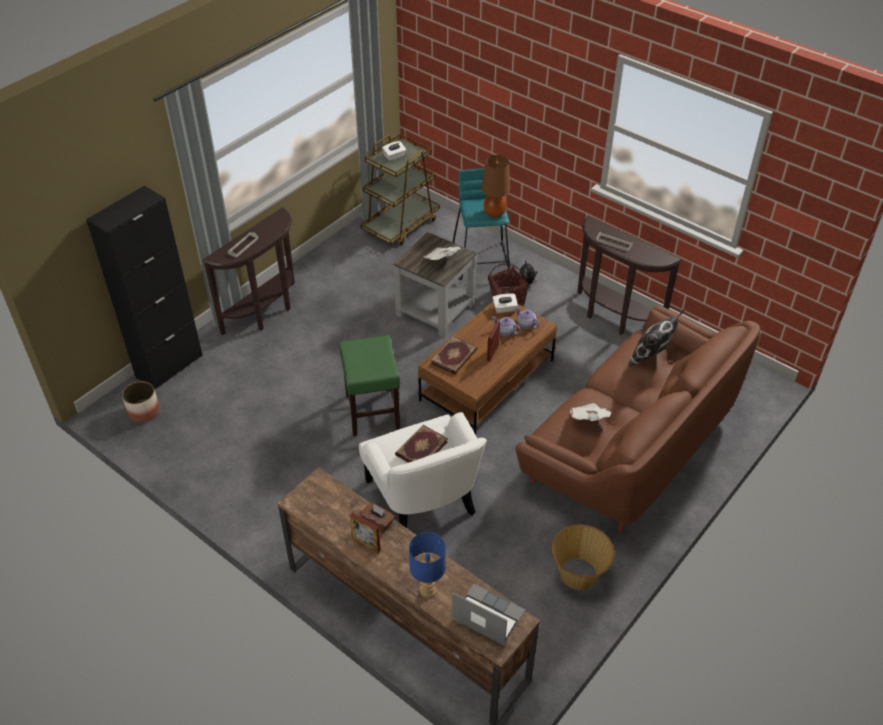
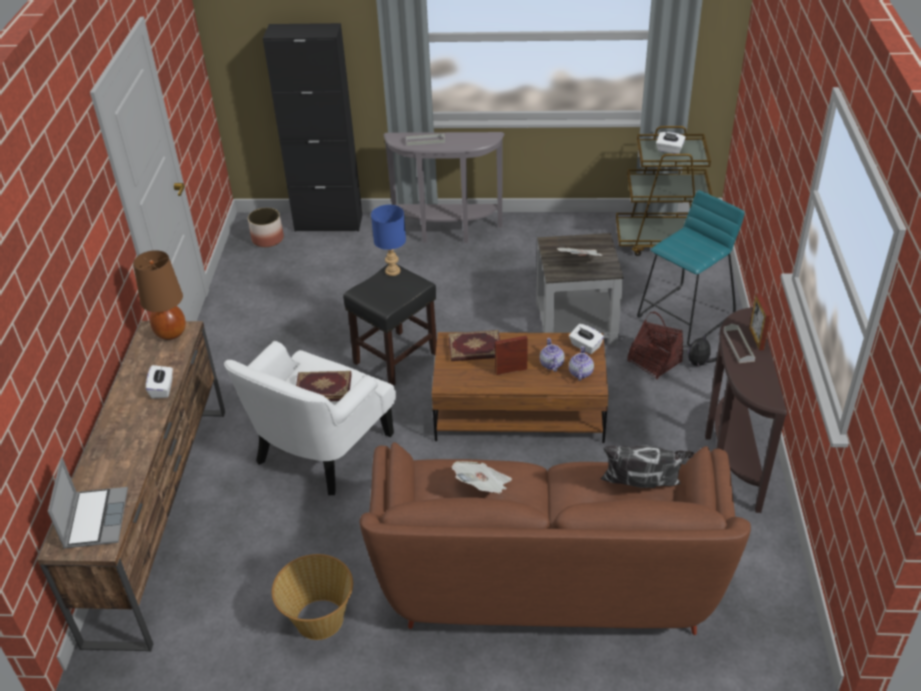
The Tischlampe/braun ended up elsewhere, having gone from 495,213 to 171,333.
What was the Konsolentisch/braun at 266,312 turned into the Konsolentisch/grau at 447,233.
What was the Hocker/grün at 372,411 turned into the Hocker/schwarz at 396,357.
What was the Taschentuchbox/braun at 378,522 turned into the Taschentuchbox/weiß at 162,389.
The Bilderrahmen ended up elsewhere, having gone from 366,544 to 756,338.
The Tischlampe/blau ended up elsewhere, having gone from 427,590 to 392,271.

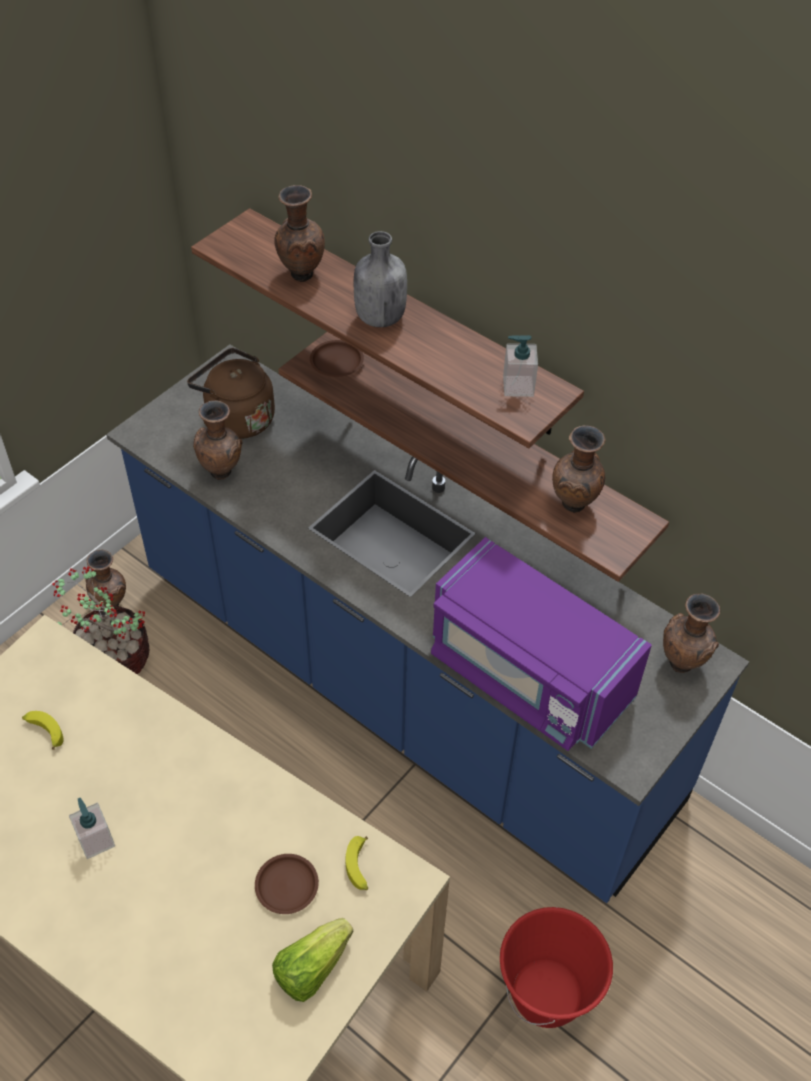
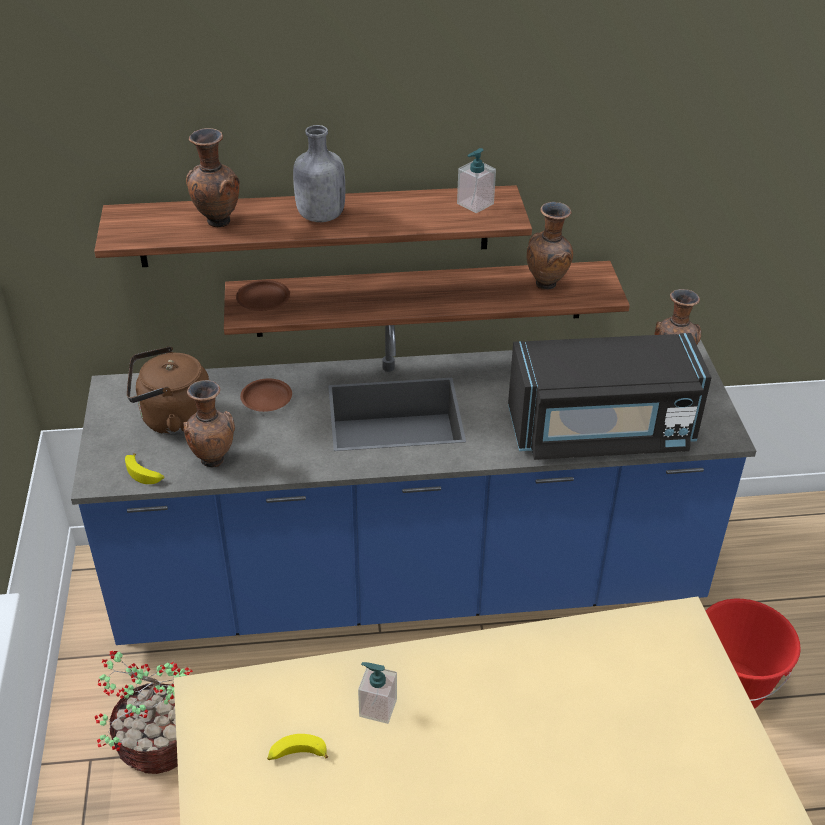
What was the Mikrowelle/lila at 527,674 turned into the Mikrowelle/schwarz at 600,432.
The second view lost the Vase/braun at 112,604.
The Seifenspender ended up elsewhere, having gone from 96,840 to 377,707.
The Banane ended up elsewhere, having gone from 359,867 to 145,474.
The Teller/braun ended up elsewhere, having gone from 287,886 to 267,398.
The second view lost the Salatkopf at 311,967.

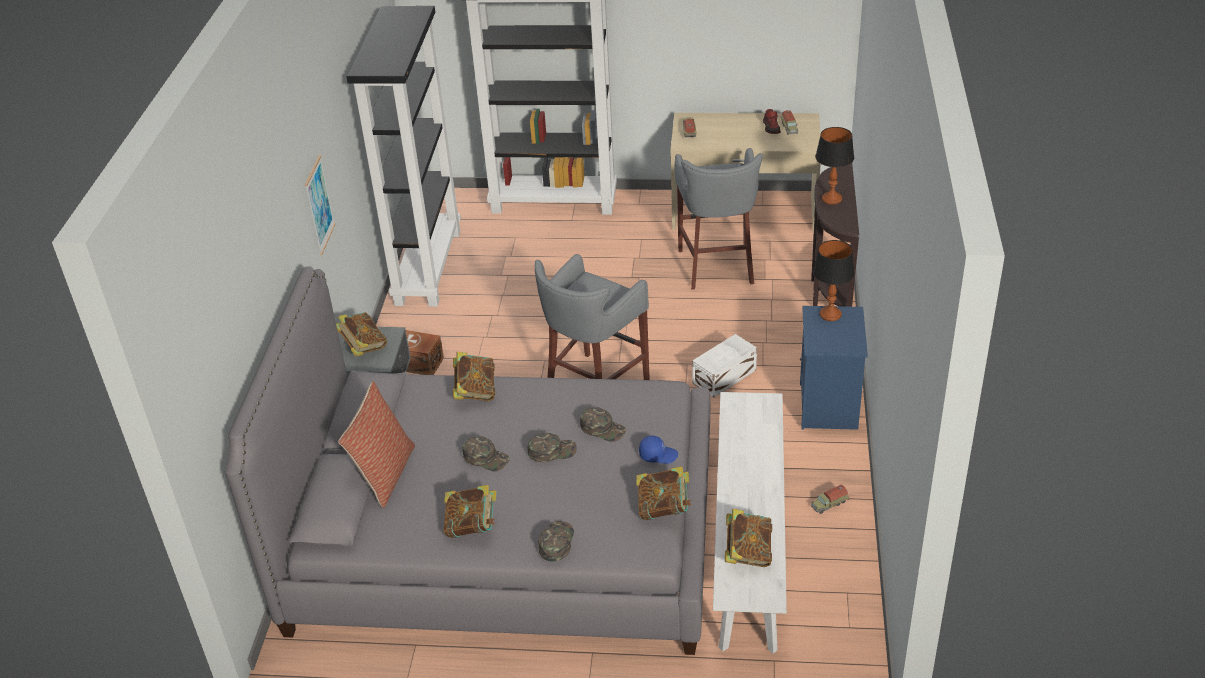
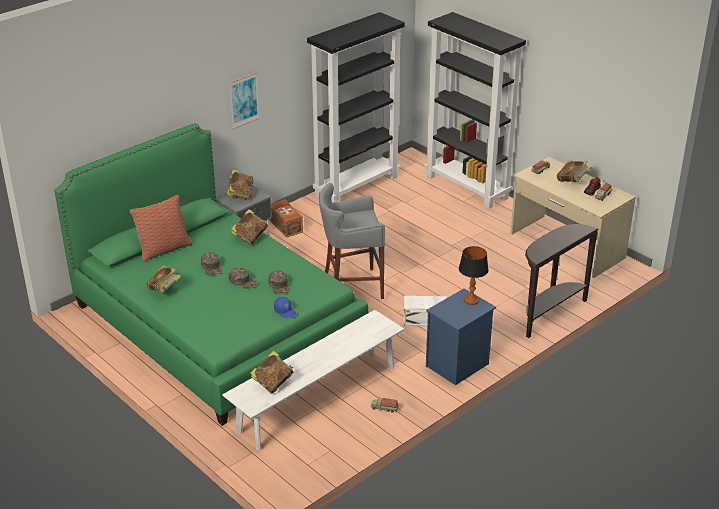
The second view lost the Tischlampe at 832,199.
The second view lost the Hocker/grau at 717,267.
What was the Bett/grau at 505,536 turned into the Bett/grün at 217,324.
The Buch ended up elsewhere, having gone from 664,508 to 572,181.
The second view lost the Kappe/grün at 556,542.

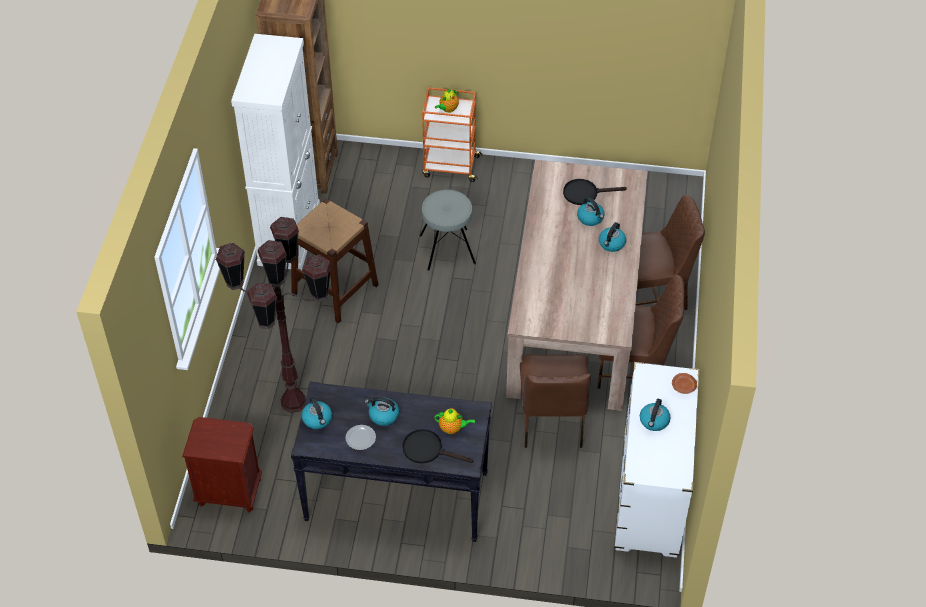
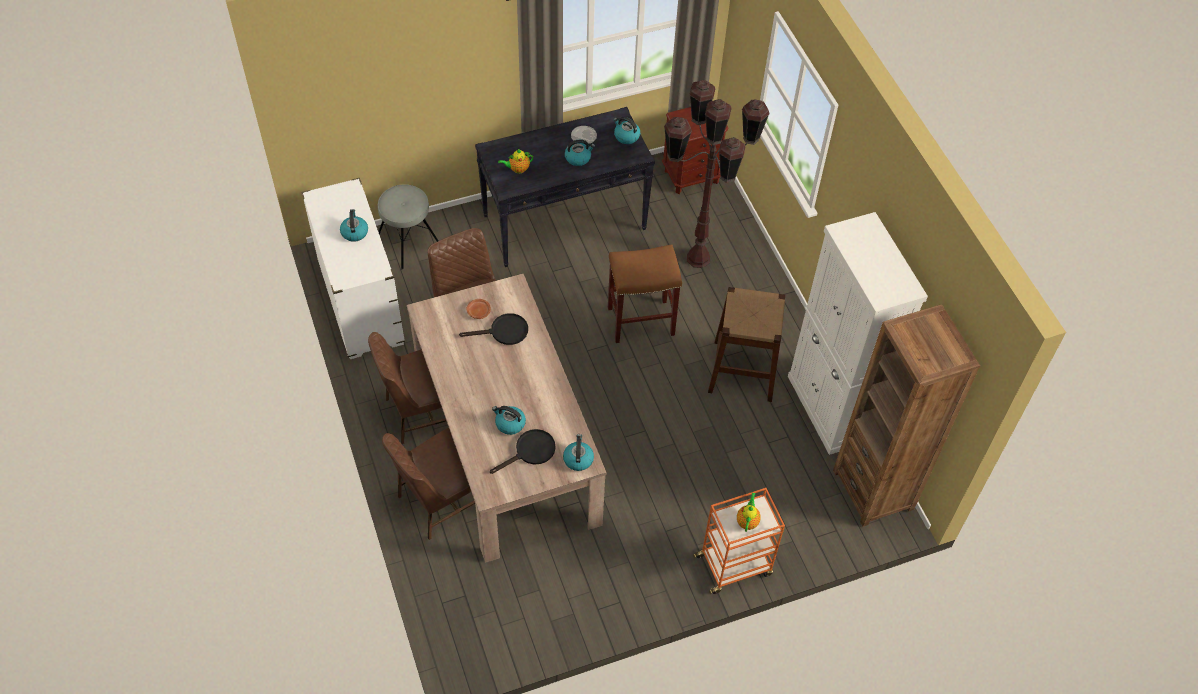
The Hocker/grau ended up elsewhere, having gone from 447,249 to 408,243.
The Wasserkessel ended up elsewhere, having gone from 611,244 to 578,459.
The Teller/braun ended up elsewhere, having gone from 683,386 to 478,311.
The Pfanne/schwarz ended up elsewhere, having gone from 428,449 to 503,332.
The second view gained the Hocker/braun at 641,320.

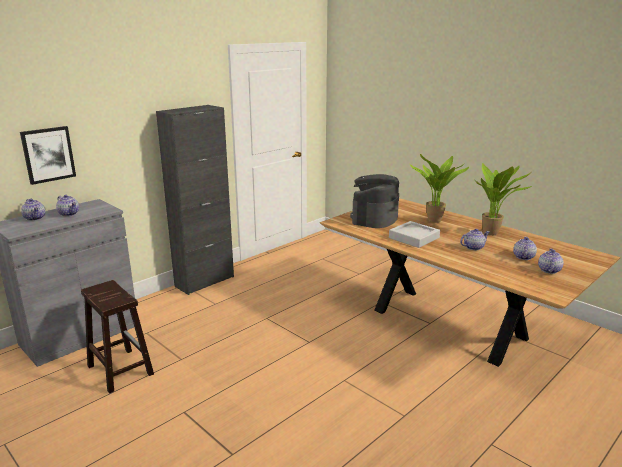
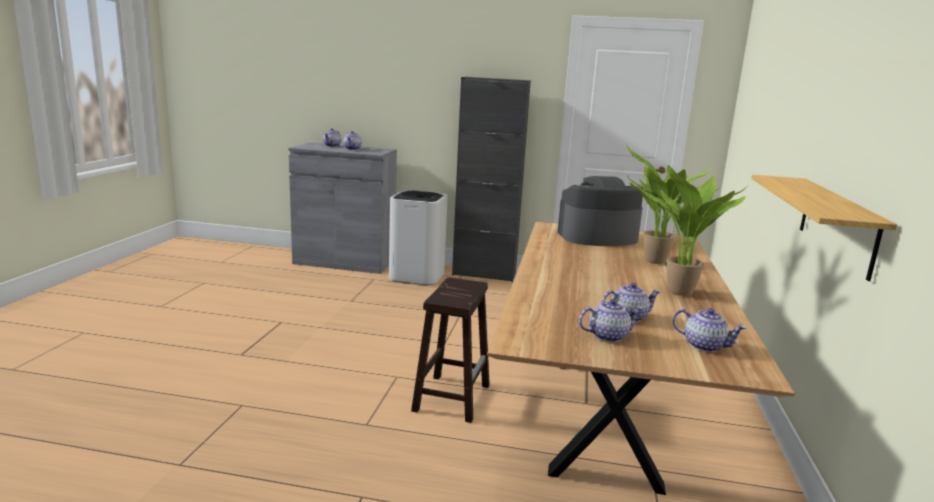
The second view lost the Bild at 48,154.
The second view lost the Tablett/grau at 414,238.
The Teekanne ended up elsewhere, having gone from 473,247 to 705,346.
The Hocker/braun ended up elsewhere, having gone from 119,370 to 452,397.
The second view gained the Wandregal at 837,225.
The second view gained the Mülleimer/weiß at 417,275.

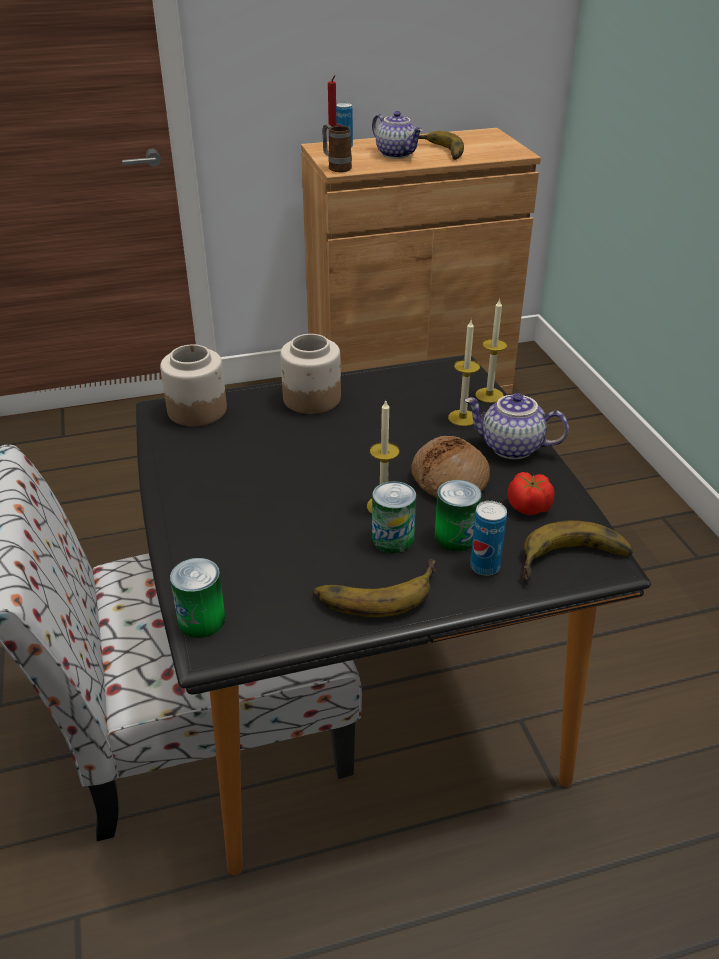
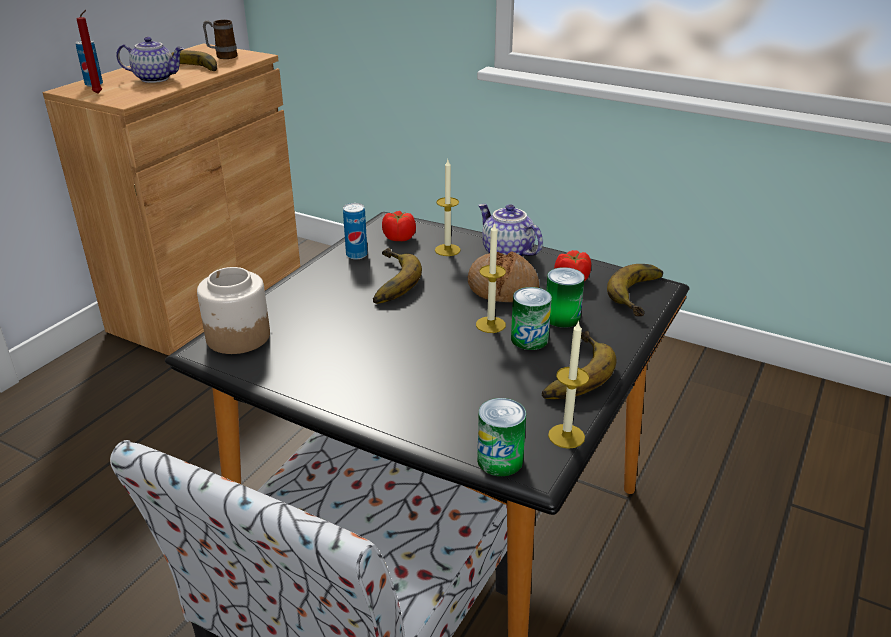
The Henkelbecher ended up elsewhere, having gone from 336,167 to 222,56.
The Kerze ended up elsewhere, having gone from 489,395 to 566,436.
The second view lost the Vorratsglas at 311,399.
The Teekanne at 510,448 ended up facing another way, 75 degrees clockwise from before.
The Dose ended up elsewhere, having gone from 484,567 to 356,255.
The second view gained the Tomate at 399,238.
The second view gained the Banane at 386,282.

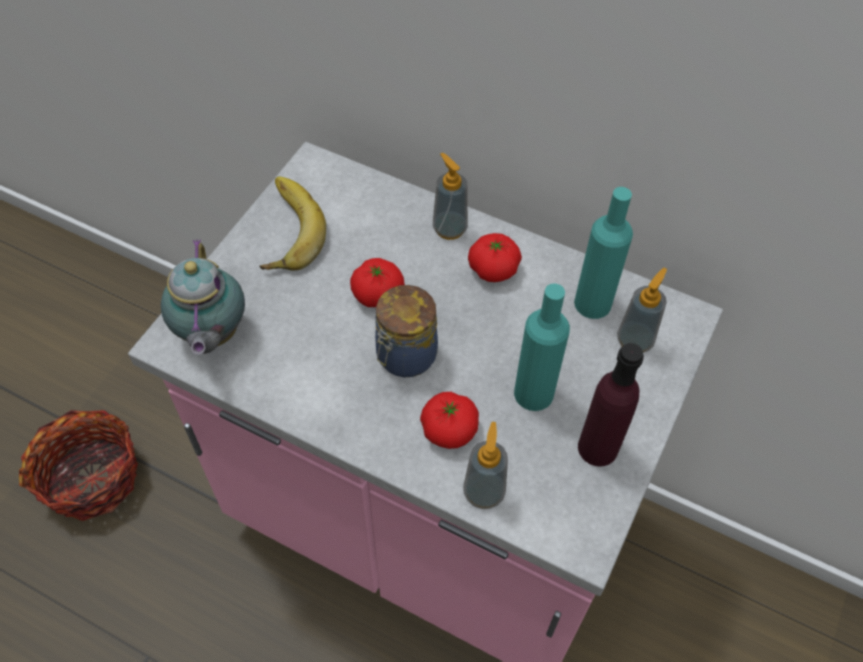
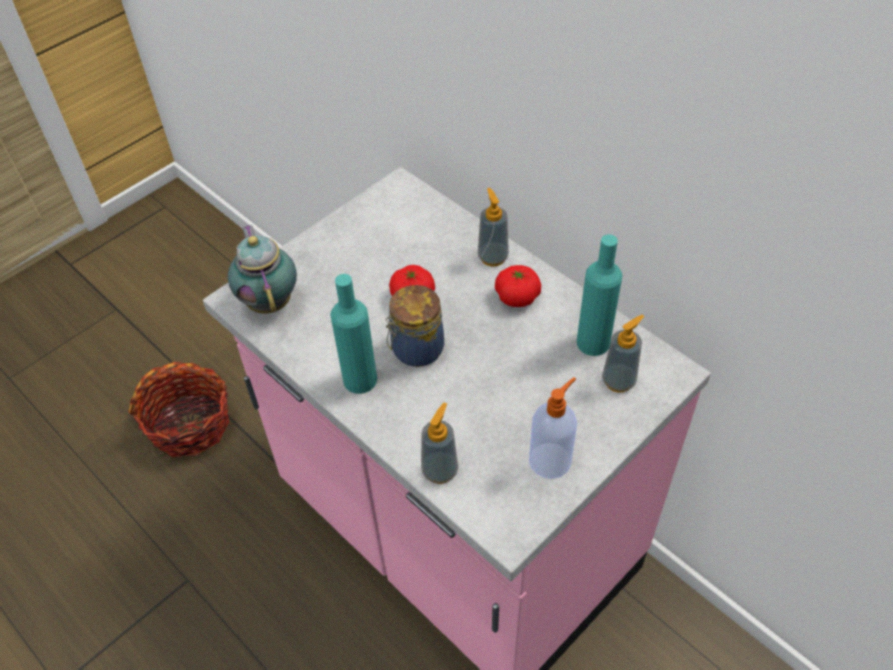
The second view lost the Banane at 284,230.
The Teekanne at 211,336 ended up facing another way, 150 degrees clockwise from before.
The Flasche/türkis ended up elsewhere, having gone from 533,393 to 360,379.
Where the Flasche/lila stood at 598,448, the Seifenspender came to stand at 551,459.
The second view lost the Tomate at 449,430.

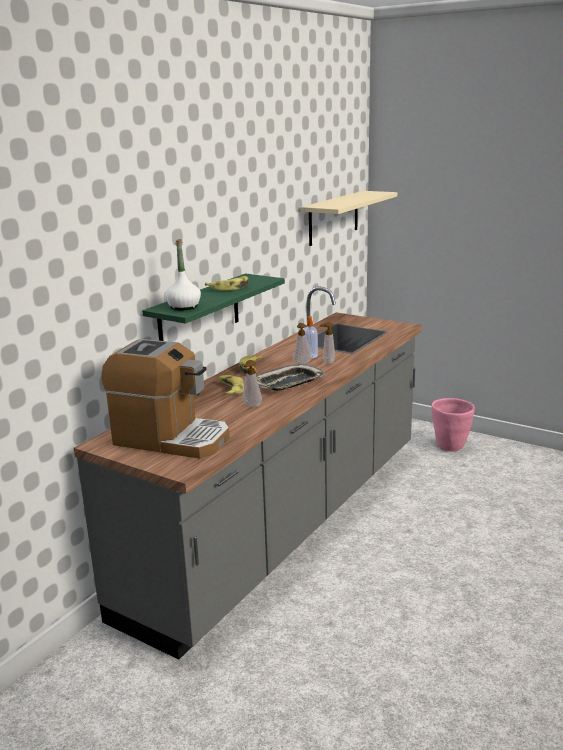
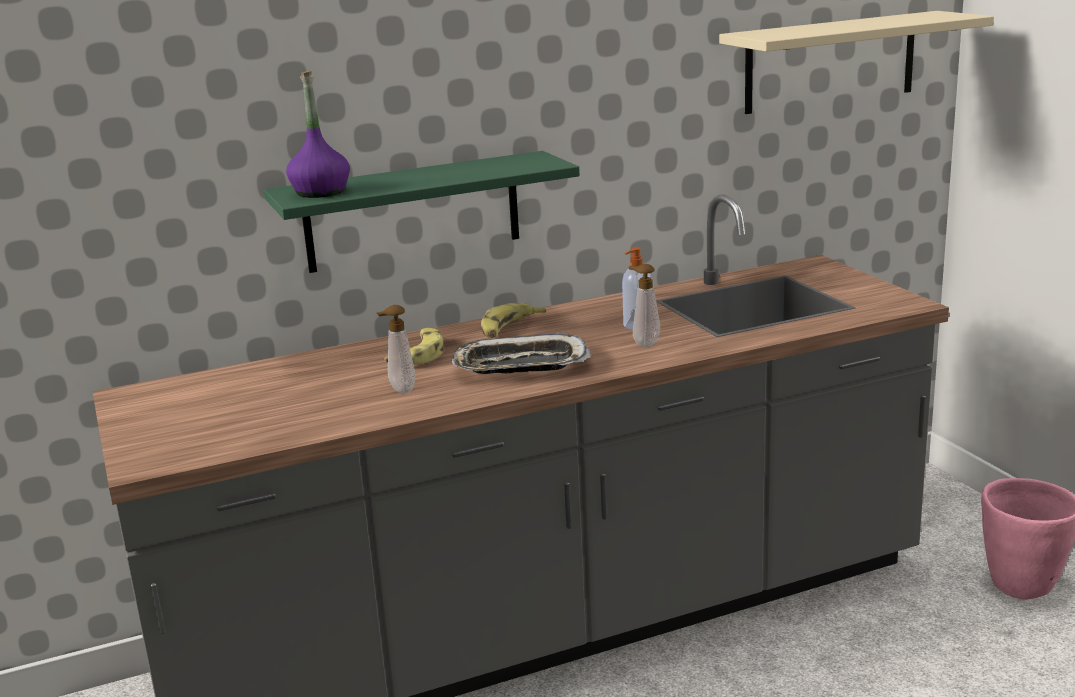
What was the Flasche/weiß at 184,307 turned into the Flasche/lila at 320,192.
The second view lost the Banane at 230,287.
The second view lost the Seifenspender at 302,363.
The second view lost the Kaffeemaschine at 171,438.

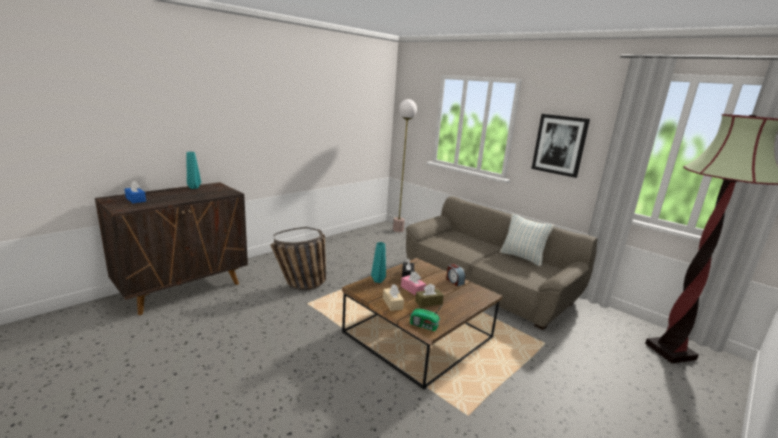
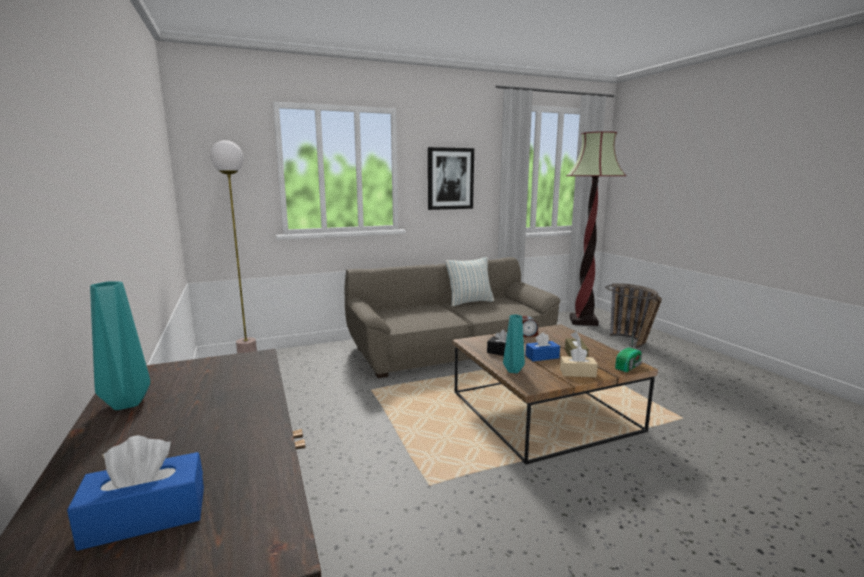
The Korb ended up elsewhere, having gone from 301,286 to 633,344.
What was the Taschentuchbox/rosa at 412,289 turned into the Taschentuchbox/blau at 542,357.

